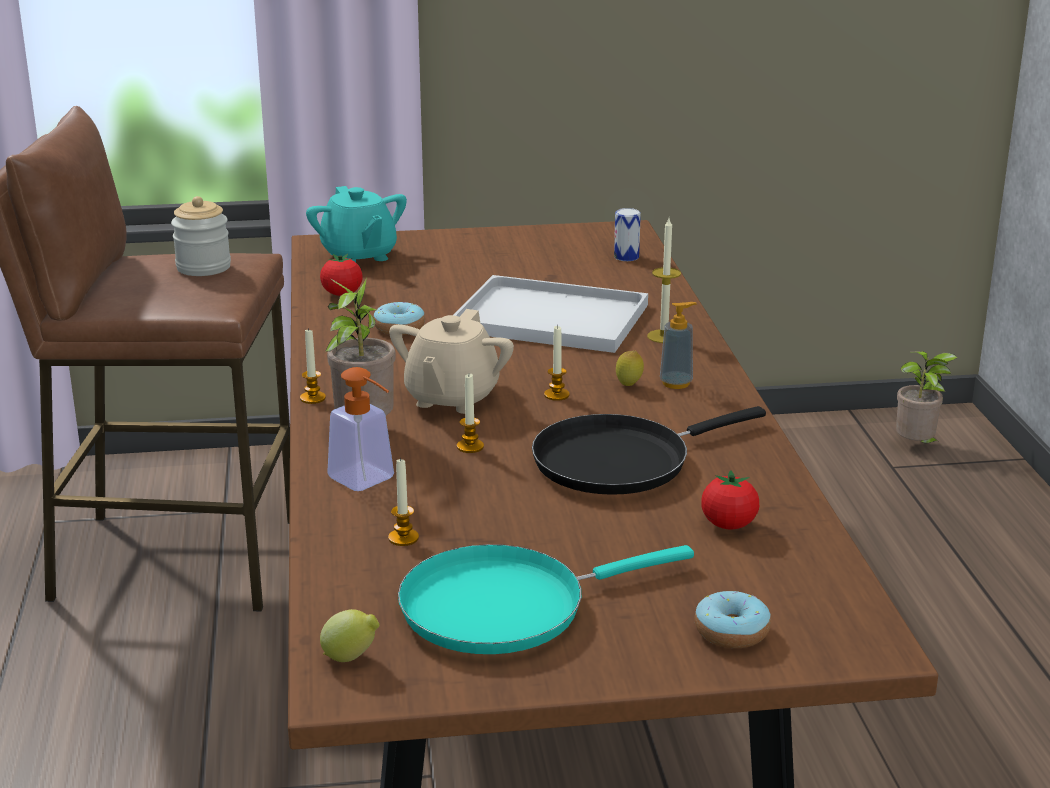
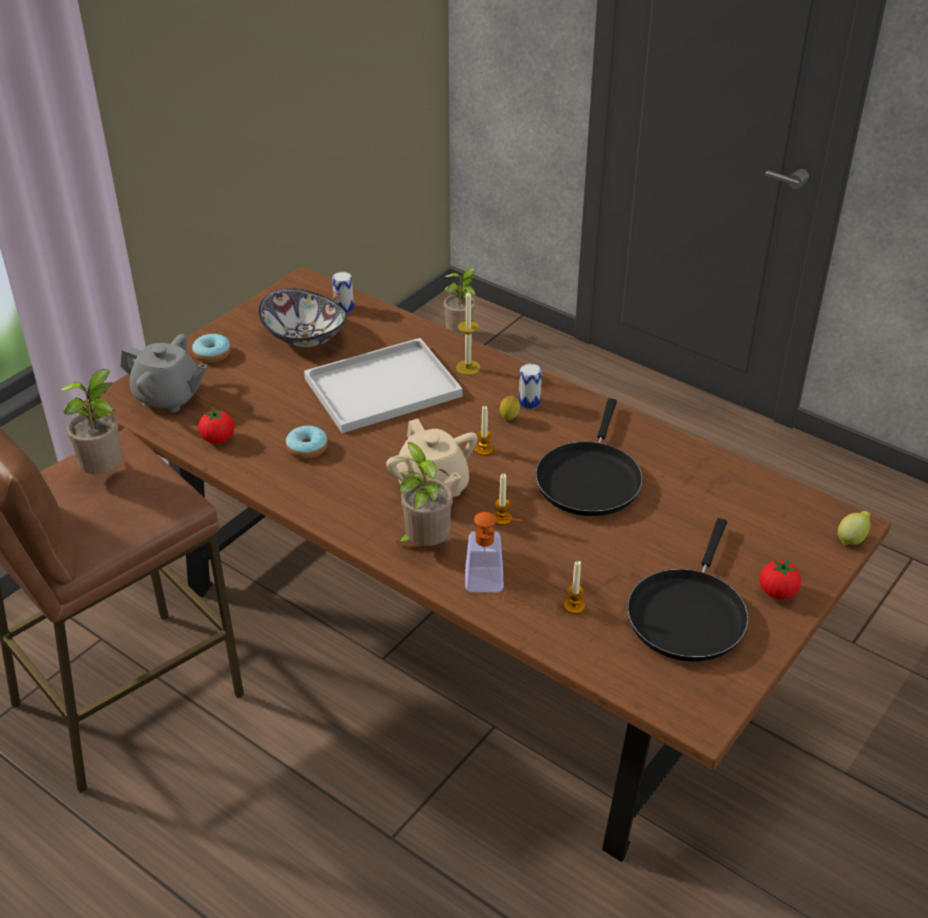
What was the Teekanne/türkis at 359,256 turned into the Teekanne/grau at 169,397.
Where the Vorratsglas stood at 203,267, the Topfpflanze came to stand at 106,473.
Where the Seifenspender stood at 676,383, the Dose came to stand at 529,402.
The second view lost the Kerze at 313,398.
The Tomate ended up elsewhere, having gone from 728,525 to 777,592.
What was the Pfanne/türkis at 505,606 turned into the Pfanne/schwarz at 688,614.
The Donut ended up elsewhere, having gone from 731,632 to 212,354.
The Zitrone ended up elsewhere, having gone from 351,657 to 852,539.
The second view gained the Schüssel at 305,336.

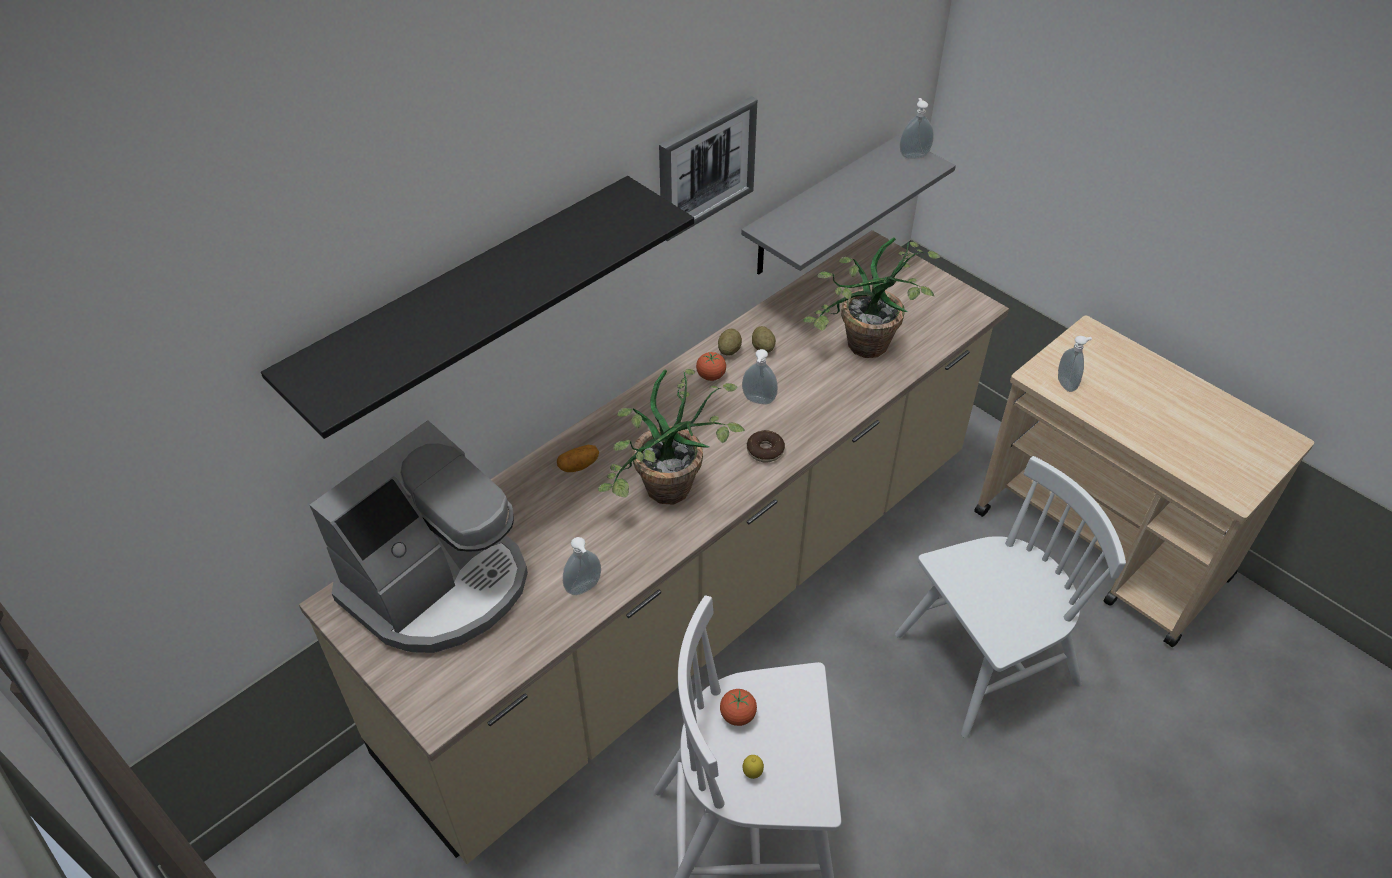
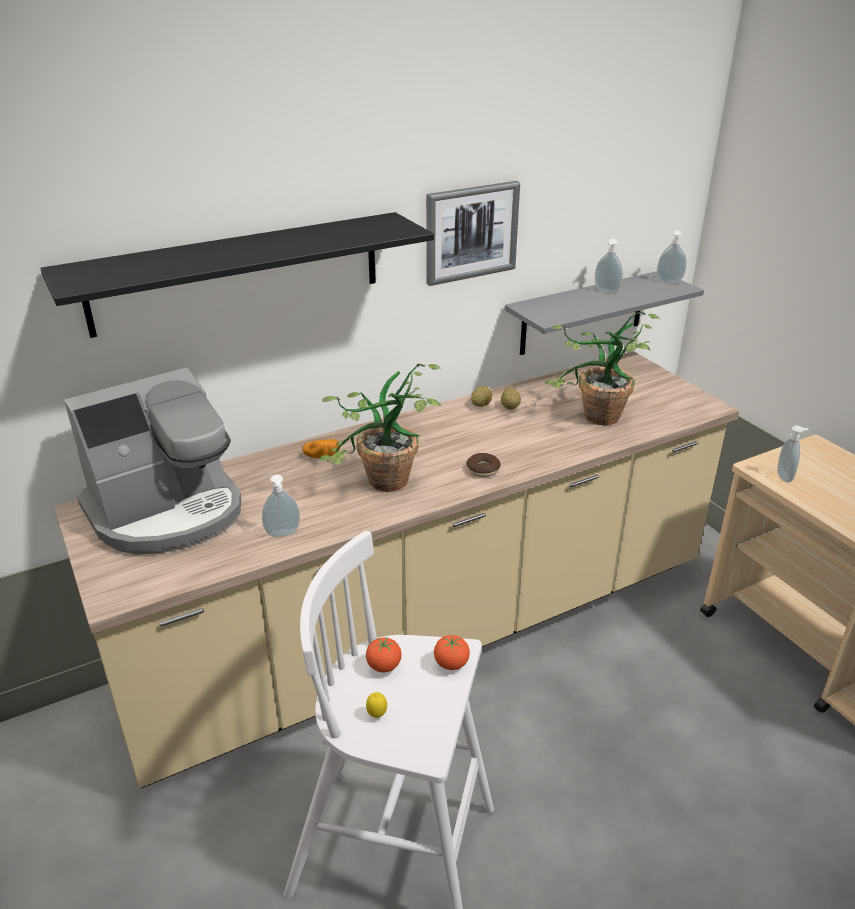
The Seifenspender ended up elsewhere, having gone from 758,401 to 606,291.
The Tomate ended up elsewhere, having gone from 711,376 to 451,664.
The second view lost the Stuhl/weiß at 986,660.

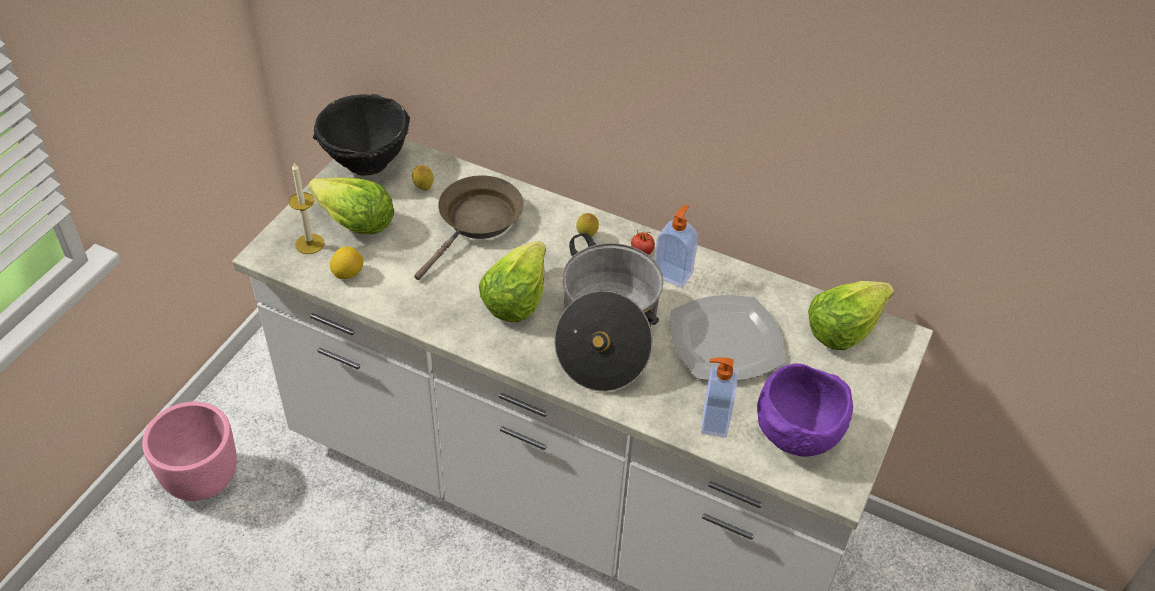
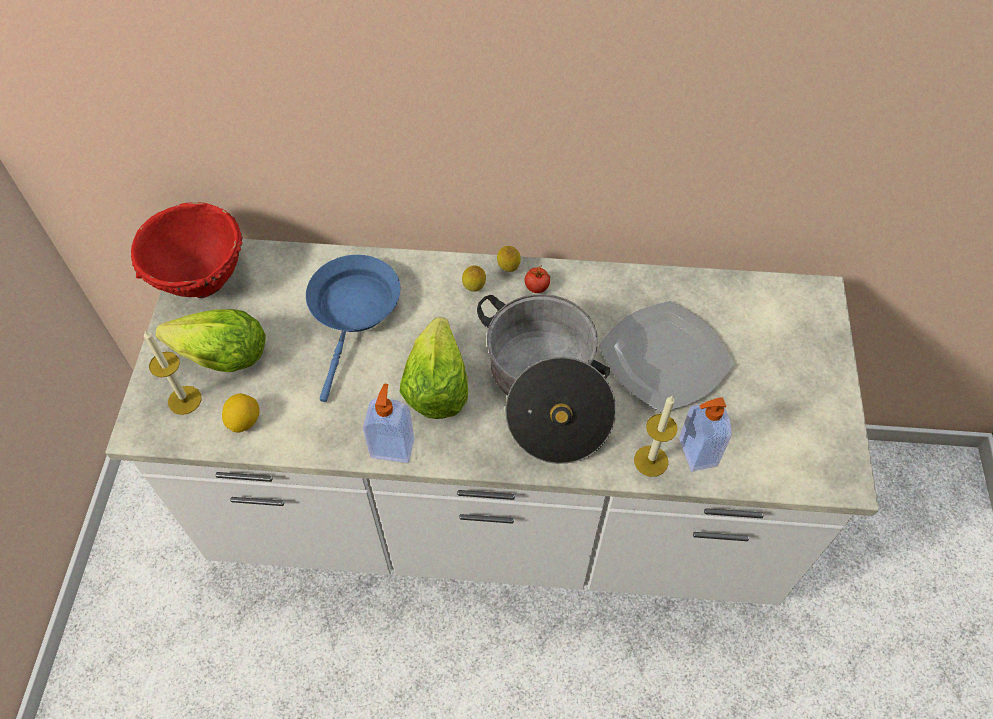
What was the Schüssel/schwarz at 366,162 turned into the Schüssel/rot at 201,280.
The Zitrone ended up elsewhere, having gone from 423,188 to 508,269.
What was the Pfanne/braun at 477,222 turned into the Pfanne/blau at 354,311.
The Seifenspender ended up elsewhere, having gone from 673,274 to 392,447.
The second view lost the Salatkopf at 843,327.
The second view lost the Schüssel/lila at 797,433.
The second view lost the Pflanzkübel/rosa at 201,480.
The second view gained the Kerze at 651,461.

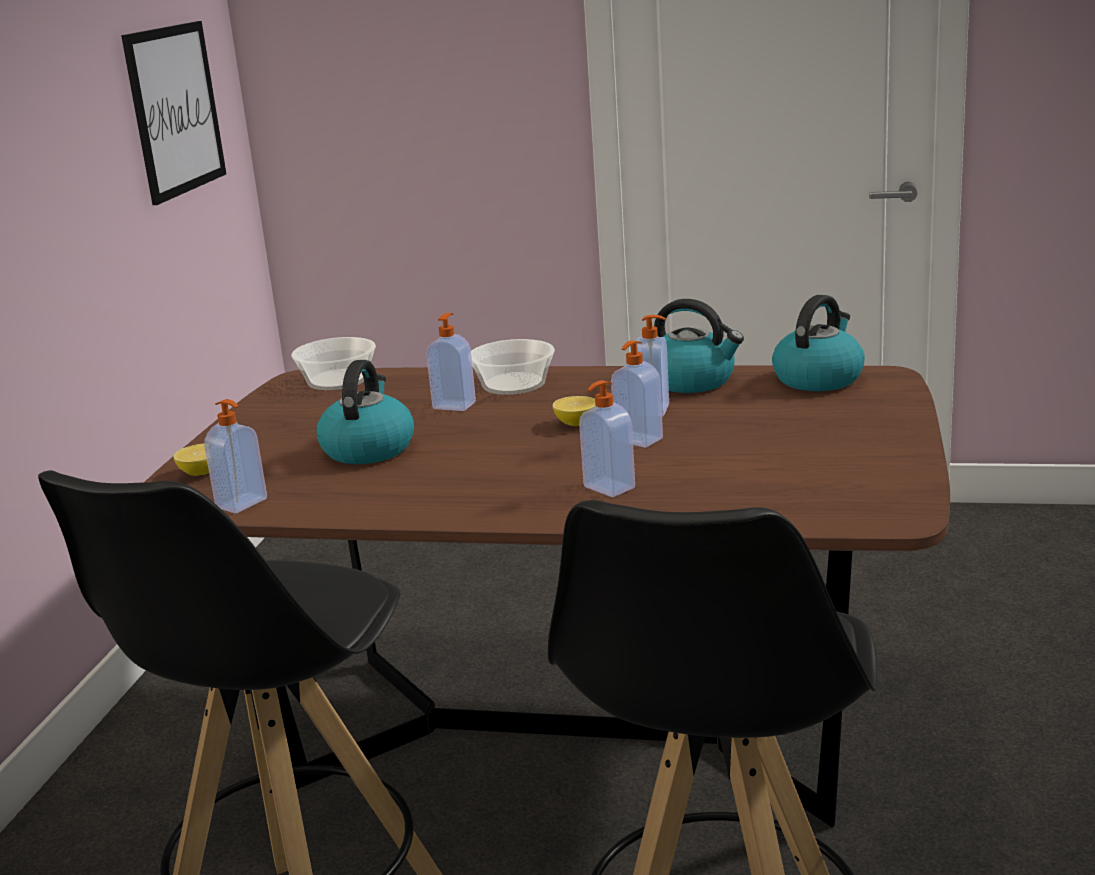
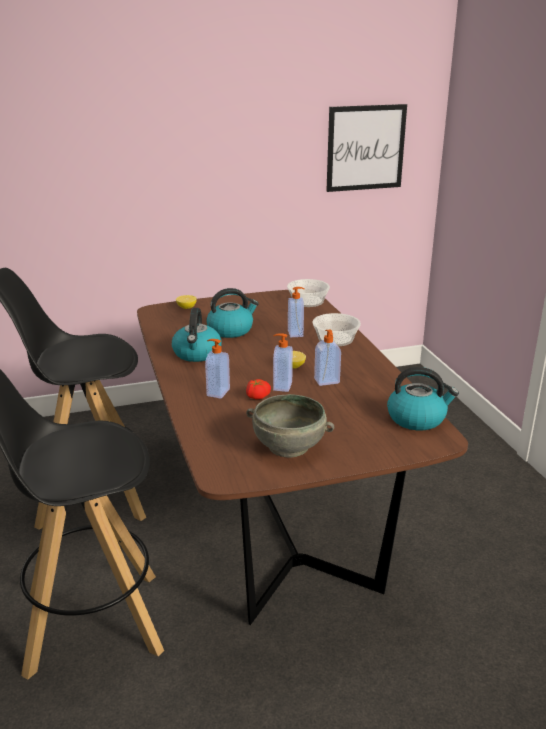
The Wasserkessel ended up elsewhere, having gone from 692,381 to 197,354.
The second view lost the Seifenspender at 243,504.
The second view gained the Tomate at 257,396.
The second view gained the Schüssel/grau at 288,447.

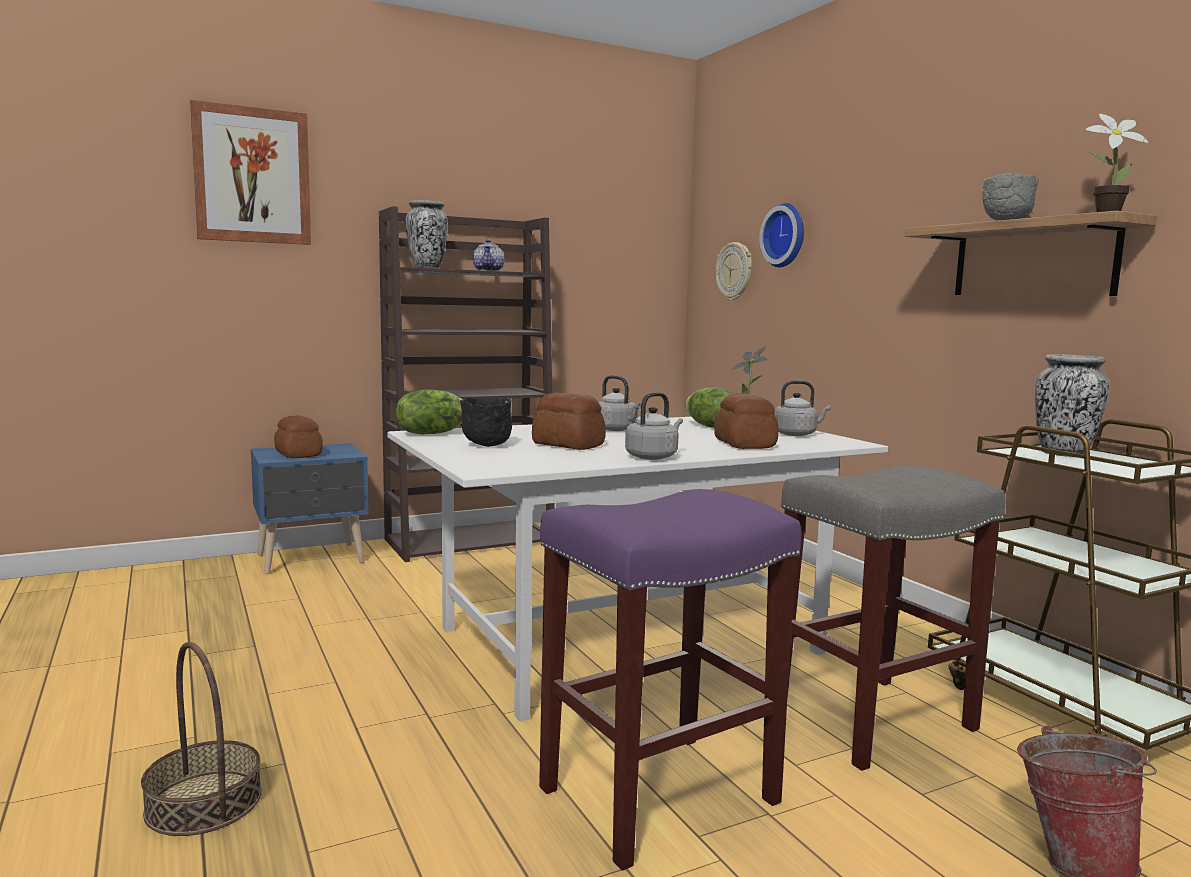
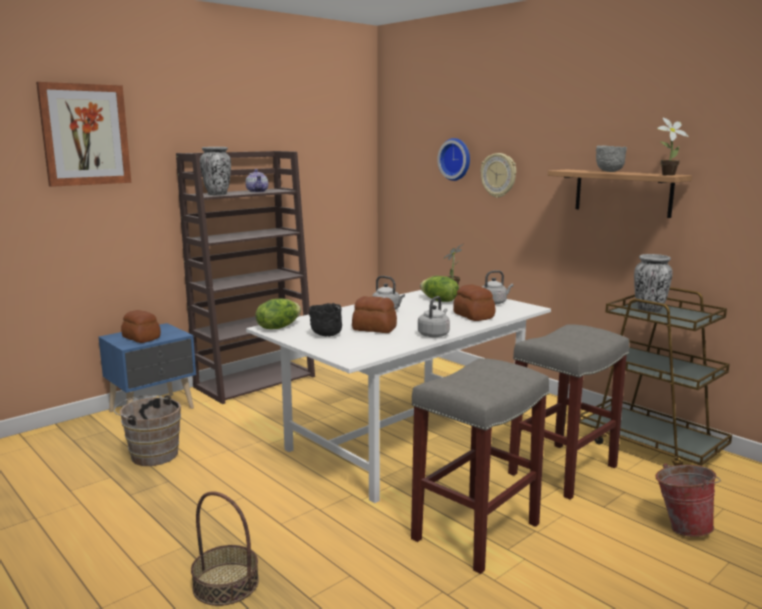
The Wanduhr ended up elsewhere, having gone from 734,271 to 499,175.
What was the Hocker/lila at 657,797 turned into the Hocker/grau at 476,532.
The second view gained the Eimer/braun at 151,454.

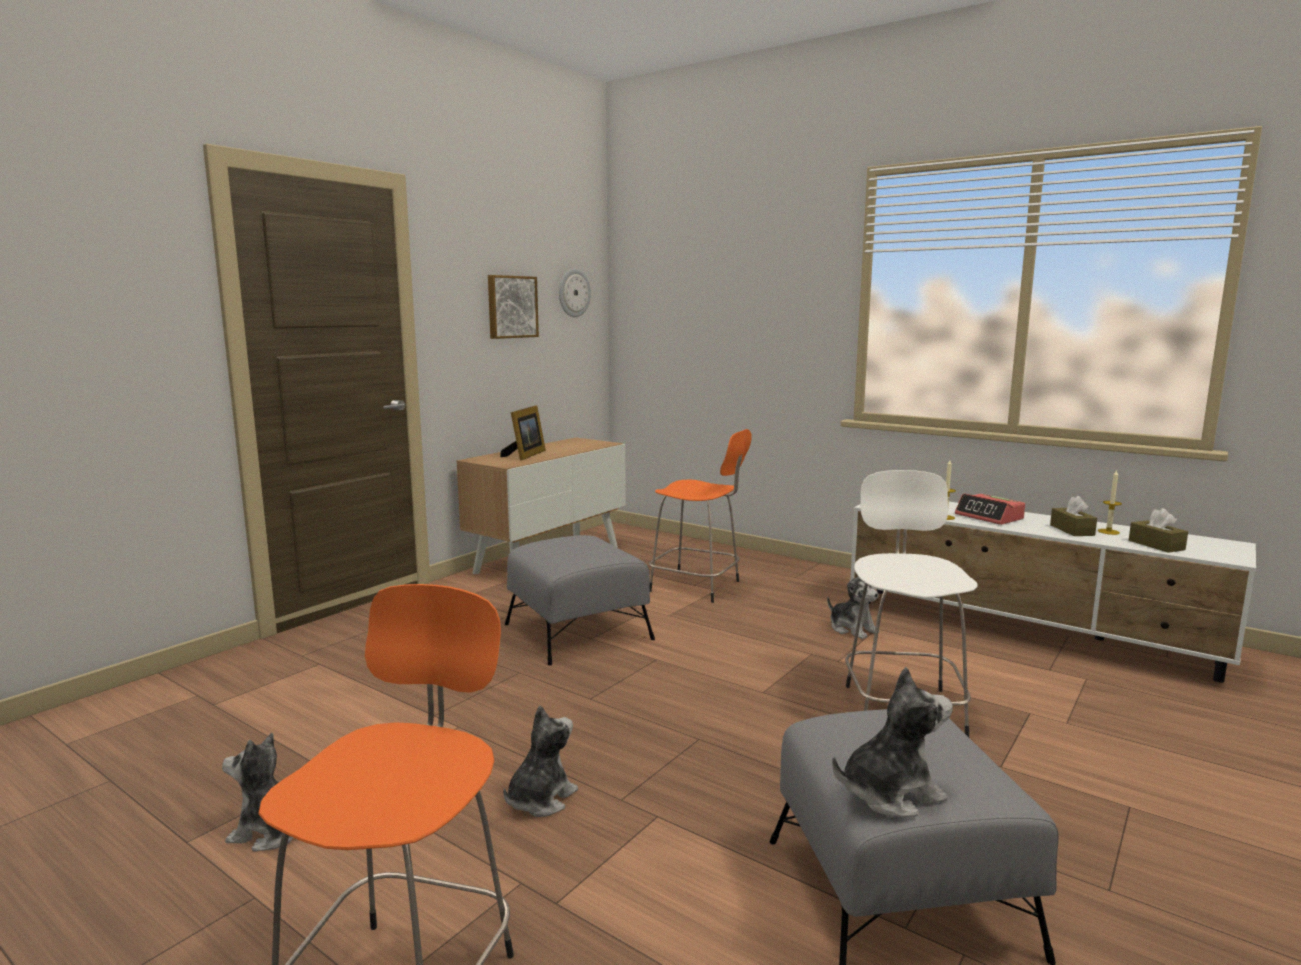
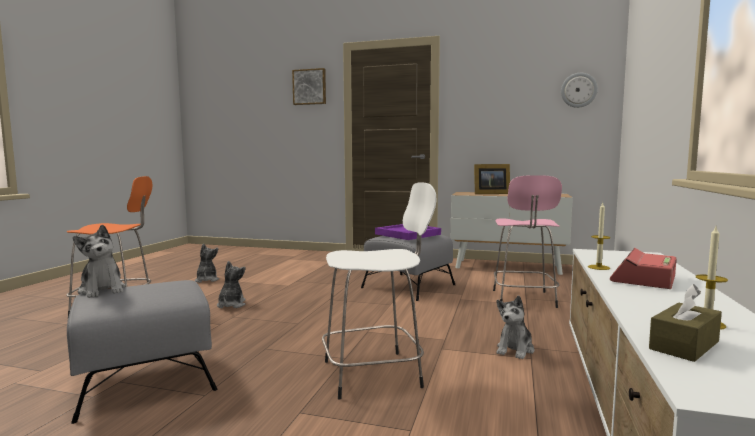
The Bild ended up elsewhere, having gone from 511,307 to 309,87.
What was the Hocker/orange at 698,587 turned into the Hocker/rosa at 523,299.
The second view lost the Taschentuchbox/braun at 1072,530.
The Plüschtier at 540,799 ended up facing another way, 105 degrees counterclockwise from before.
The second view gained the Tablett/lila at 407,234.

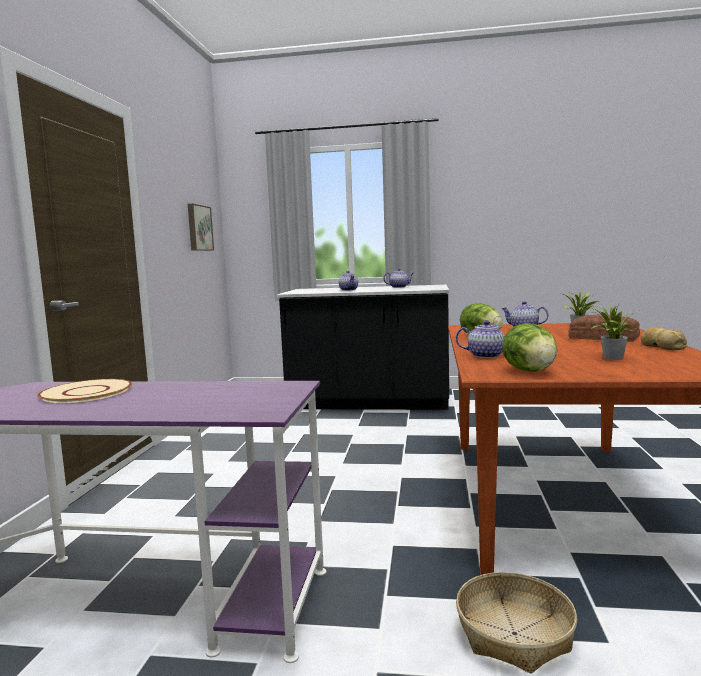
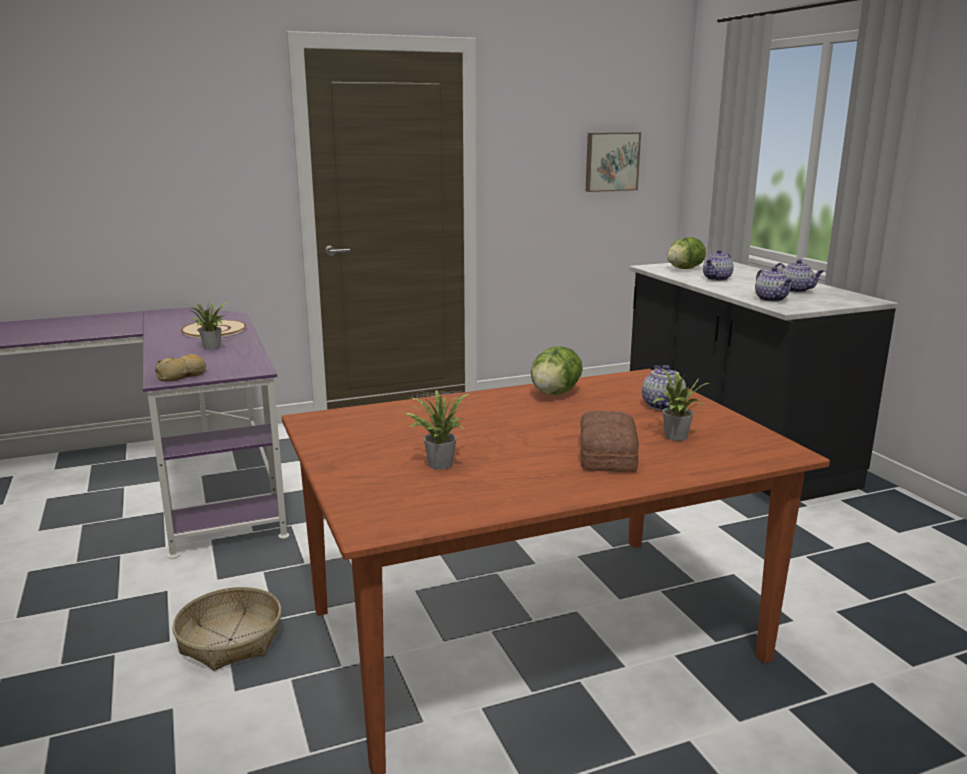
The Teekanne ended up elsewhere, having gone from 487,355 to 772,299.
The Salatkopf ended up elsewhere, having gone from 530,371 to 684,269.
The Brot ended up elsewhere, having gone from 662,346 to 182,375.
The second view gained the Topfpflanze at 211,348.

